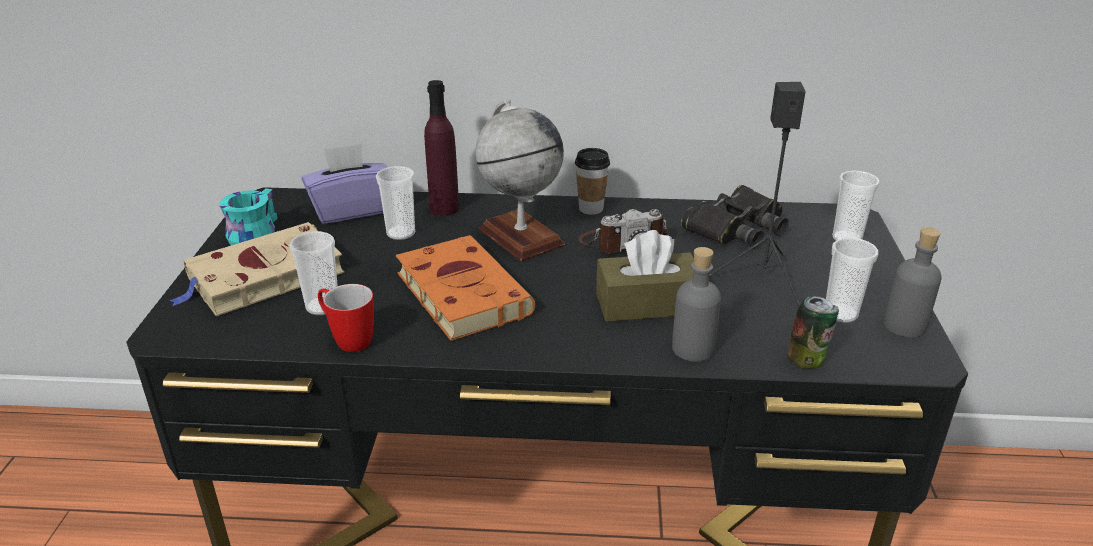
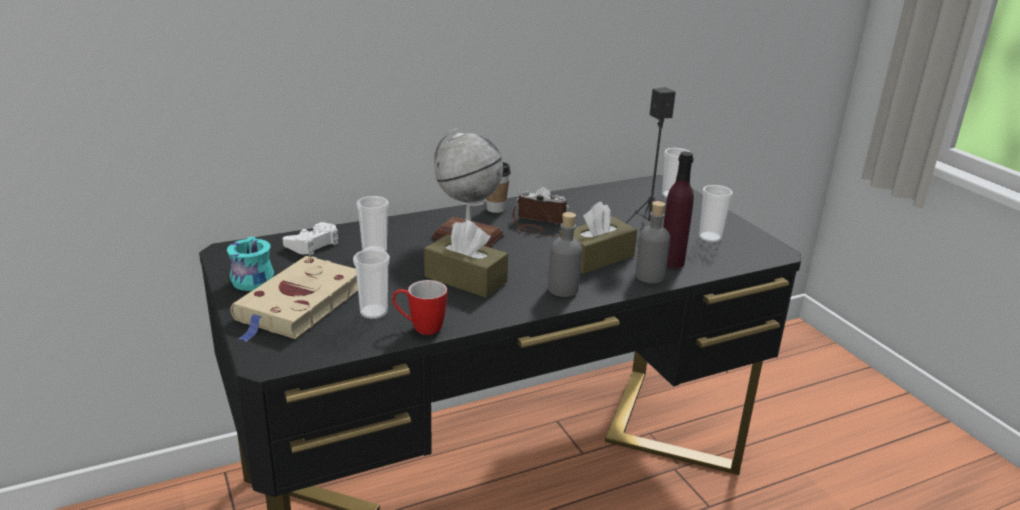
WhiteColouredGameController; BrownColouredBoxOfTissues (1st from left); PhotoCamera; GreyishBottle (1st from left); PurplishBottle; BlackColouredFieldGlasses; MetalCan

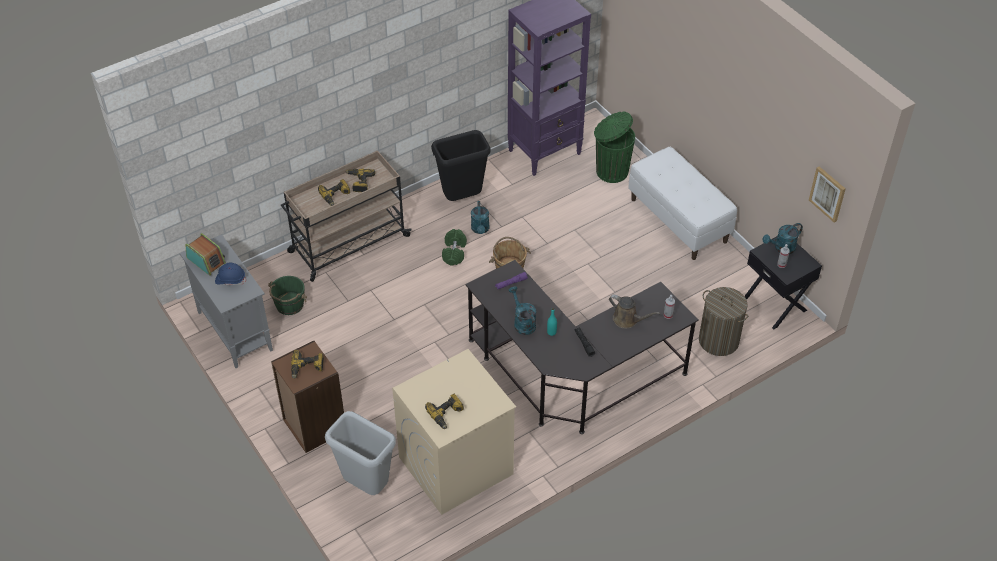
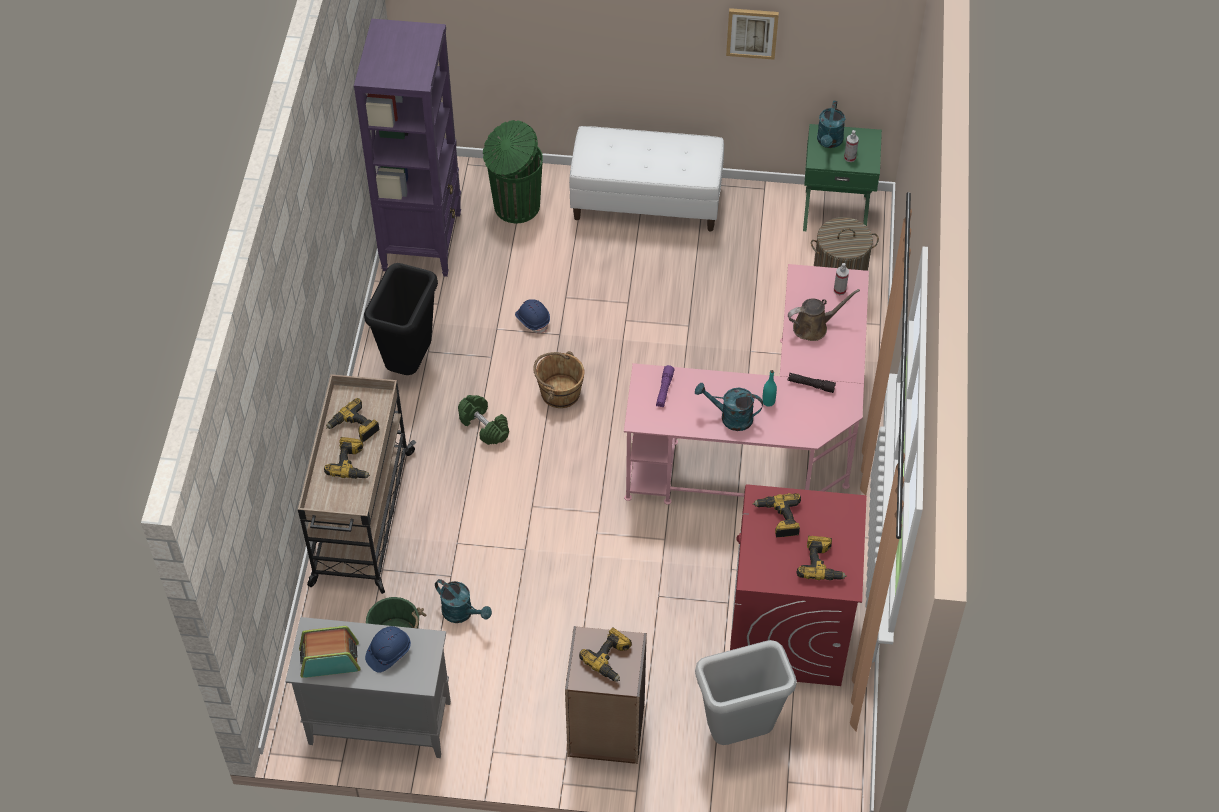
TurquoiseColouredSprinklingCan (1st from left); BluishSafetyHelmet (2nd from left); PinkDeskUnit; Picture; ReddishLaundryMachine; ElectricDrill (4th from left); GreenColouredBedsideTable

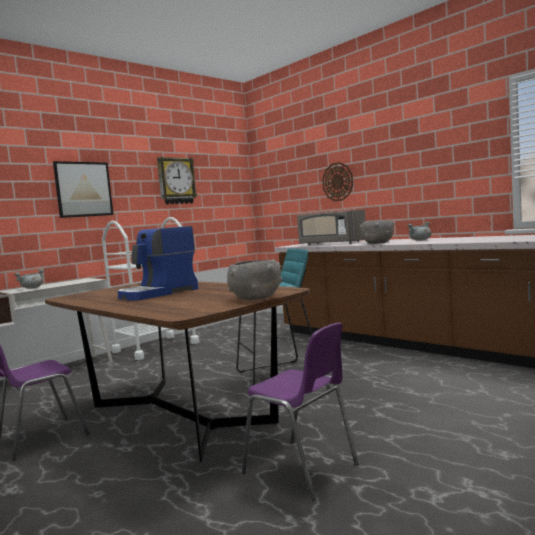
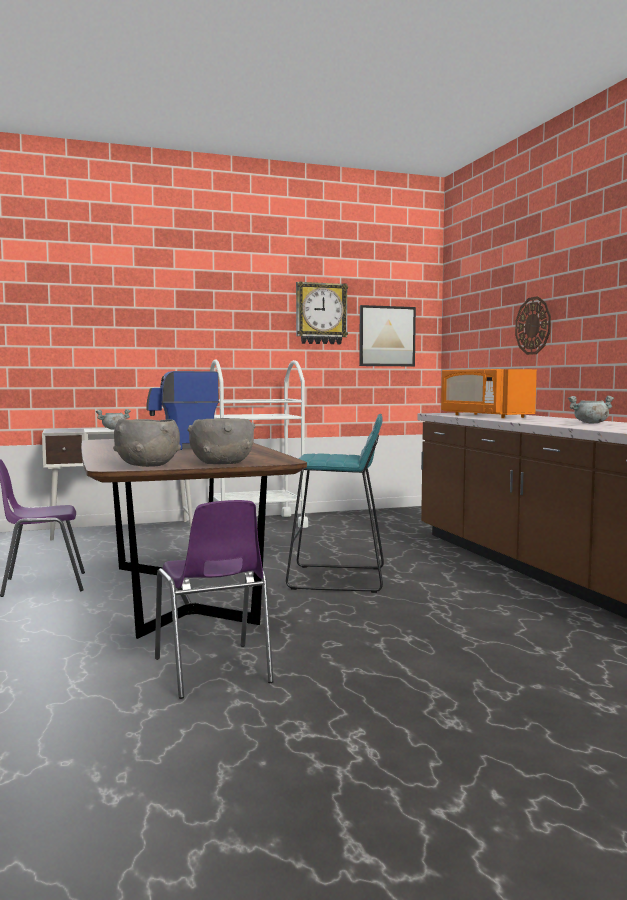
GreyishBowl (1st from left); Picture; OrangeMicrowaveOven

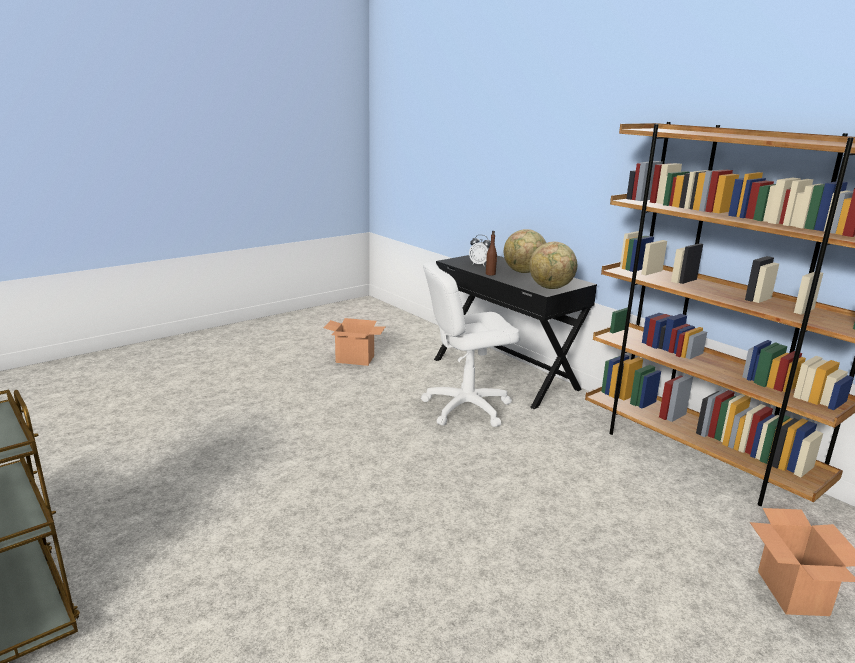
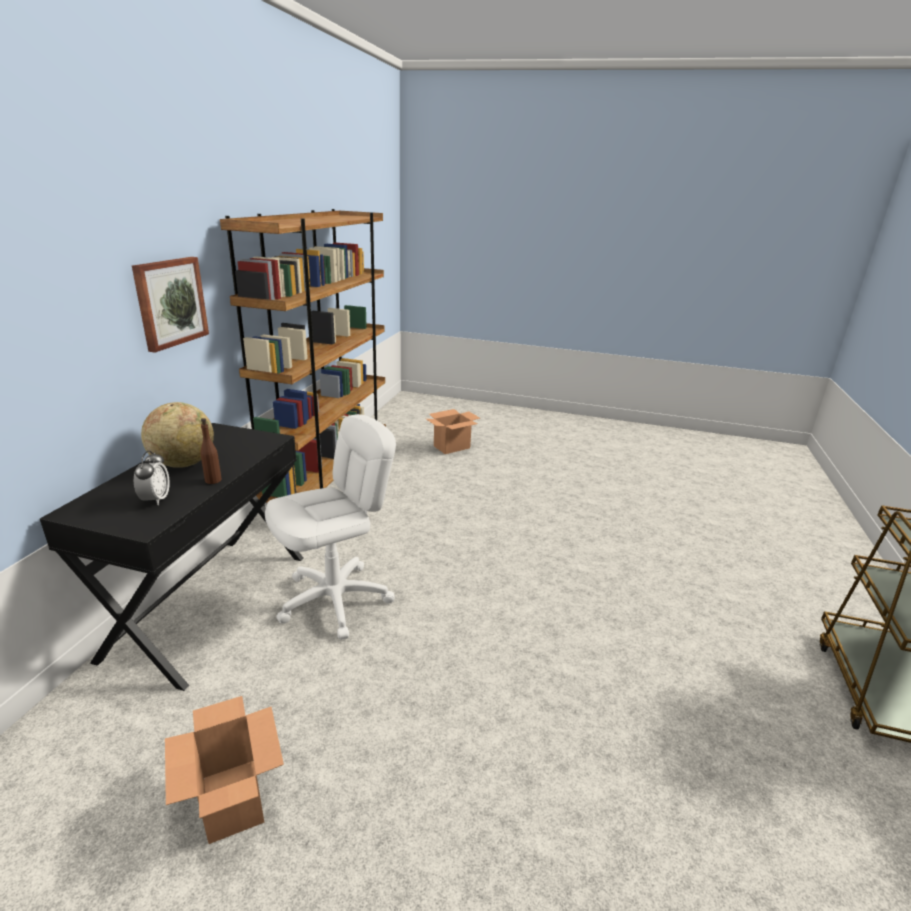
Picture; WhiteColouredOfficeChair; WorldGlobe (2nd from left in the first image)

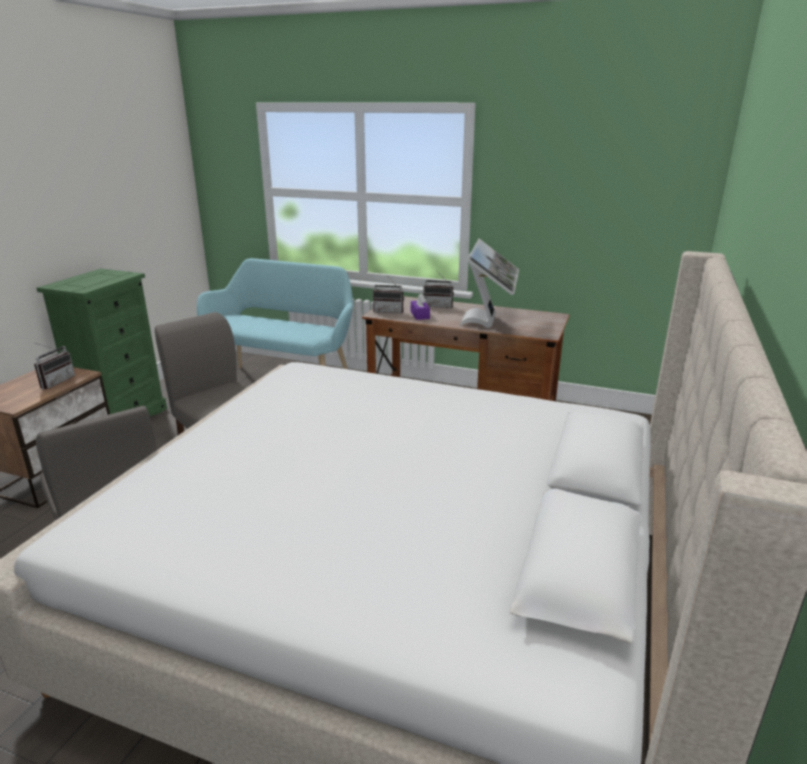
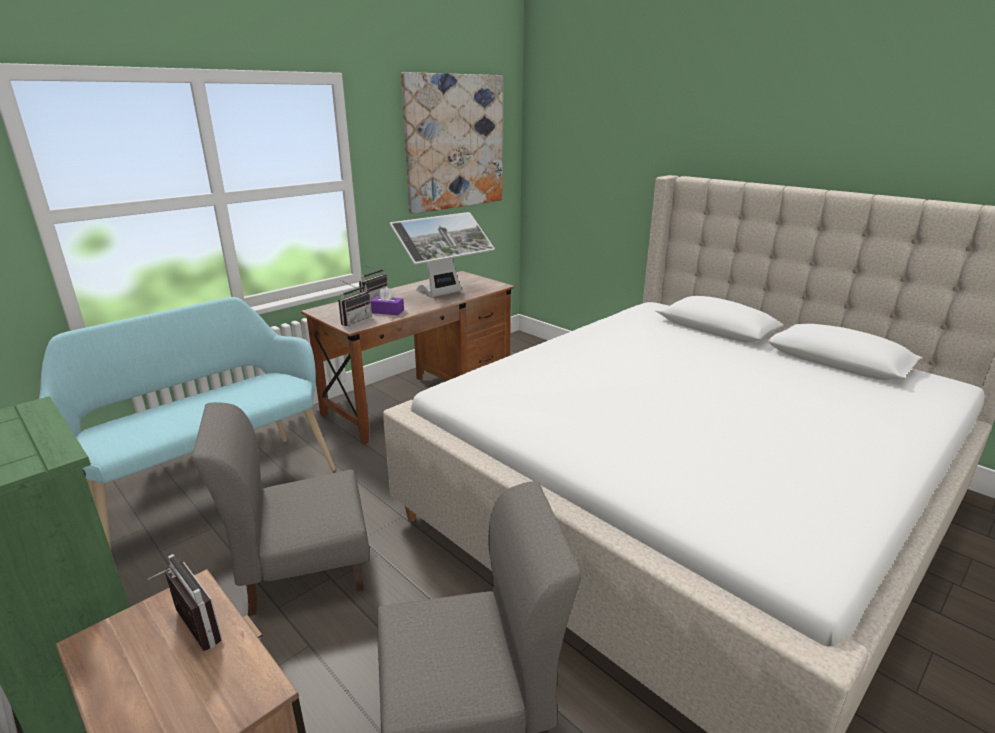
ComputerScreen; Picture

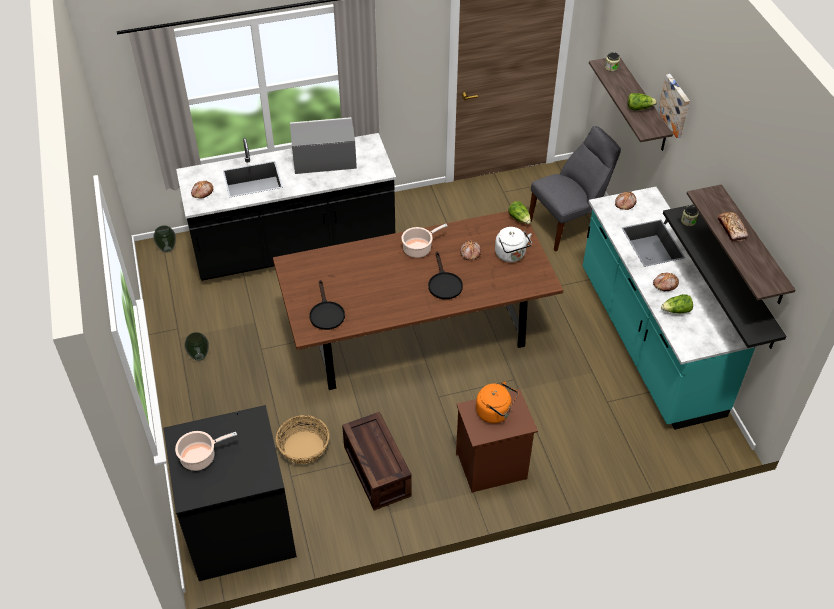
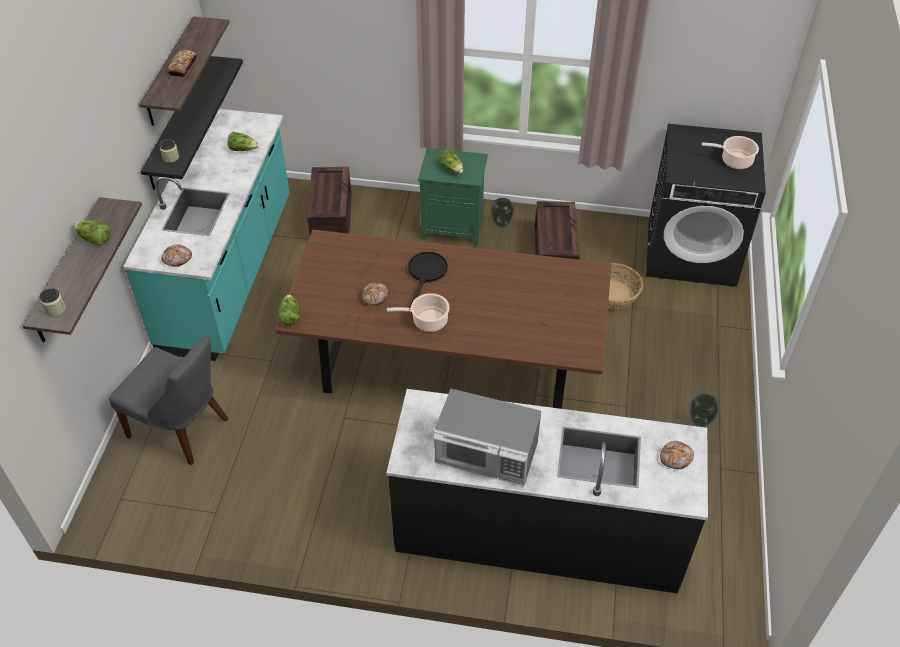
GreyishChair; ShippingCrate (1st from left); GreenColouredBedsideTable; HeadOfLettuce (4th from left); DecorativeVase (1st from left); BlackColouredFryingPan (1st from left in the first image); WhiteColouredWaterKettle; BakeryBread (4th from left in the first image); Picture

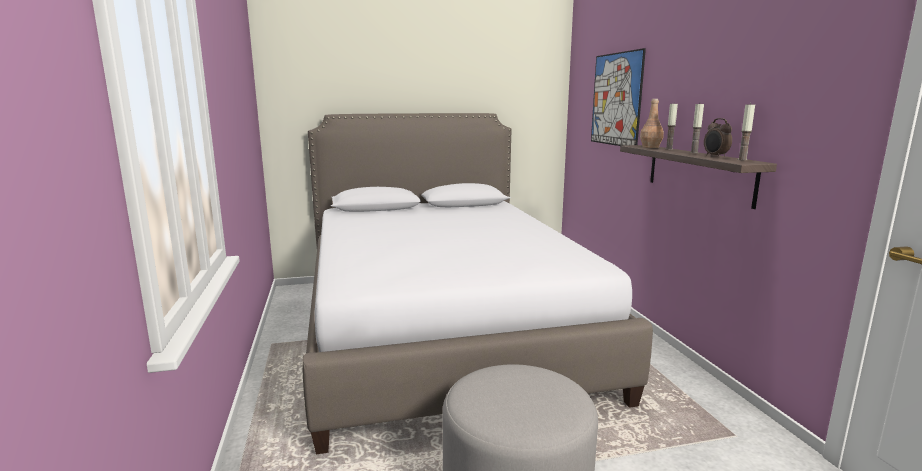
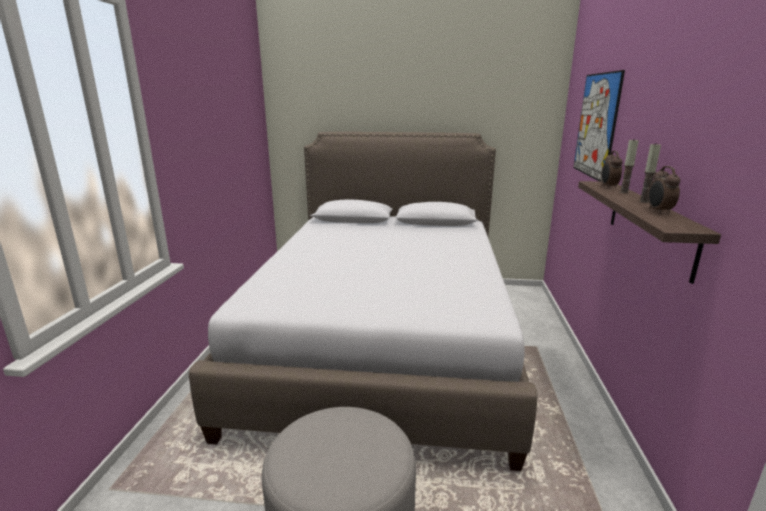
AlarmClock (1st from left); WaxLight (3rd from left in the first image)

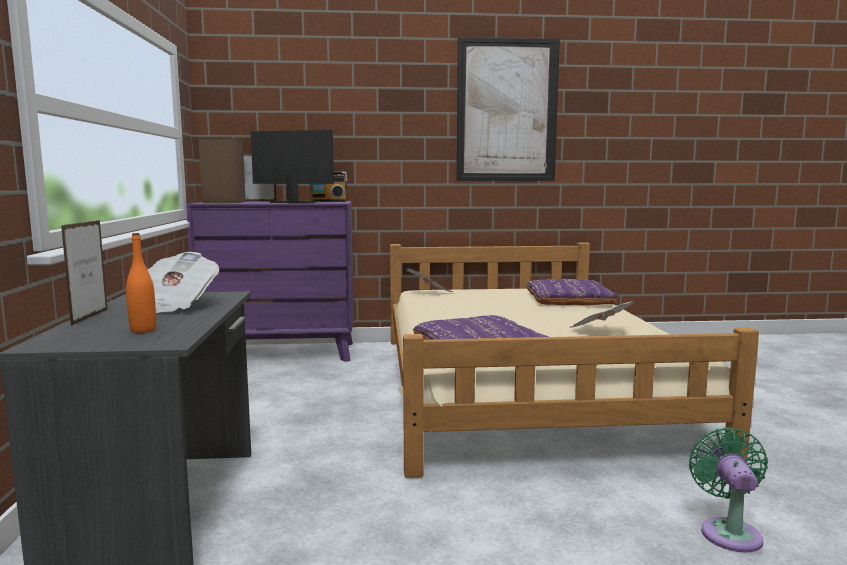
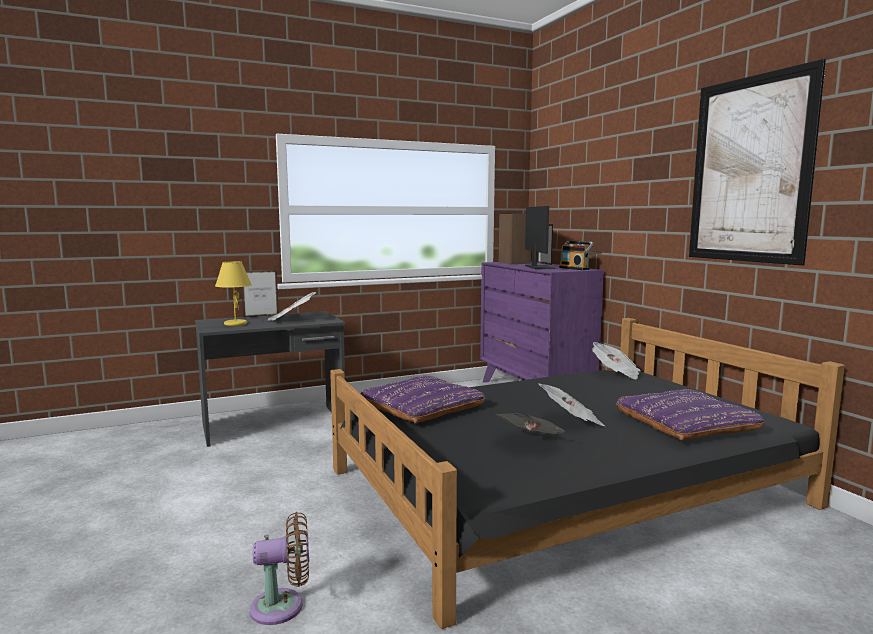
YellowishTableLamp; BrownColouredCoolingFan; BlackColouredSleepingBed; DailyPaper (3rd from left)

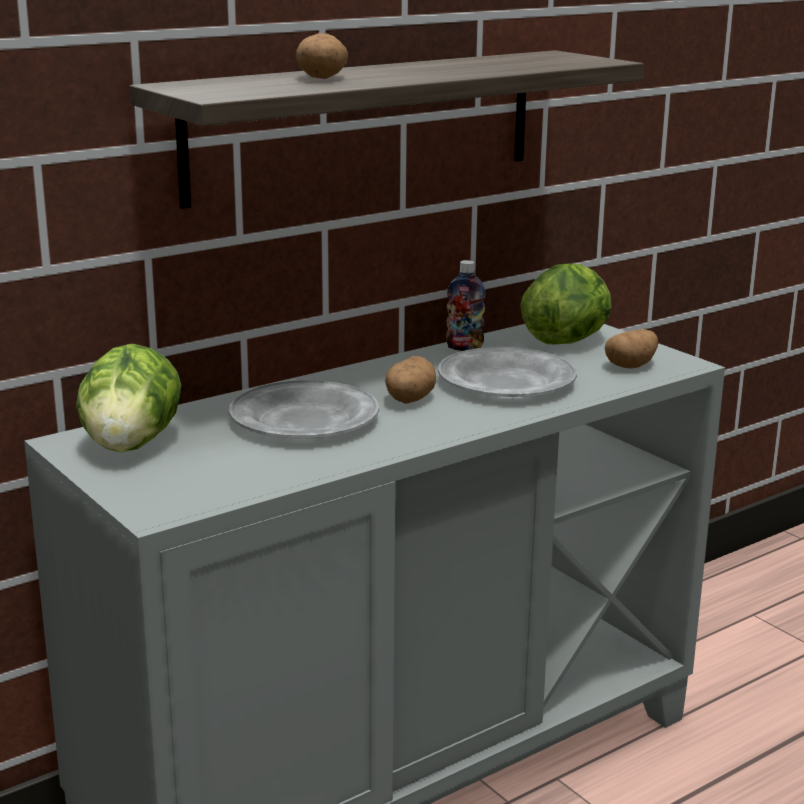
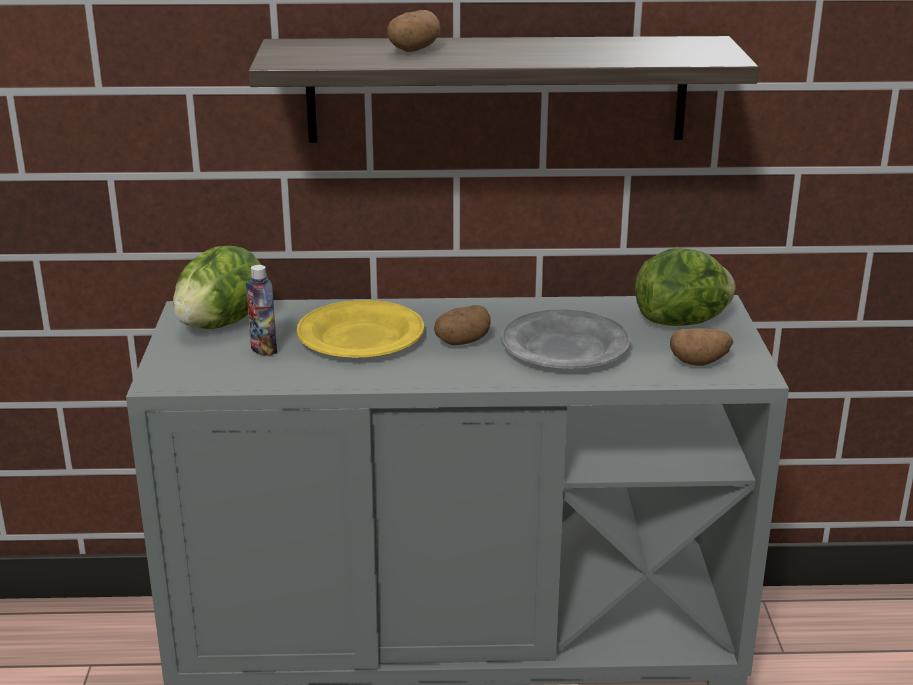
Bottle; YellowishPlate

